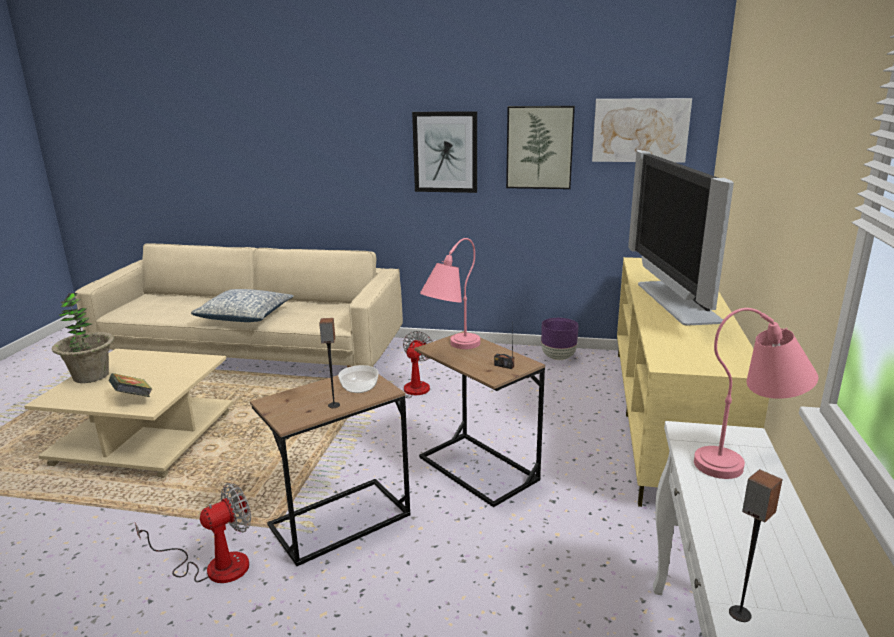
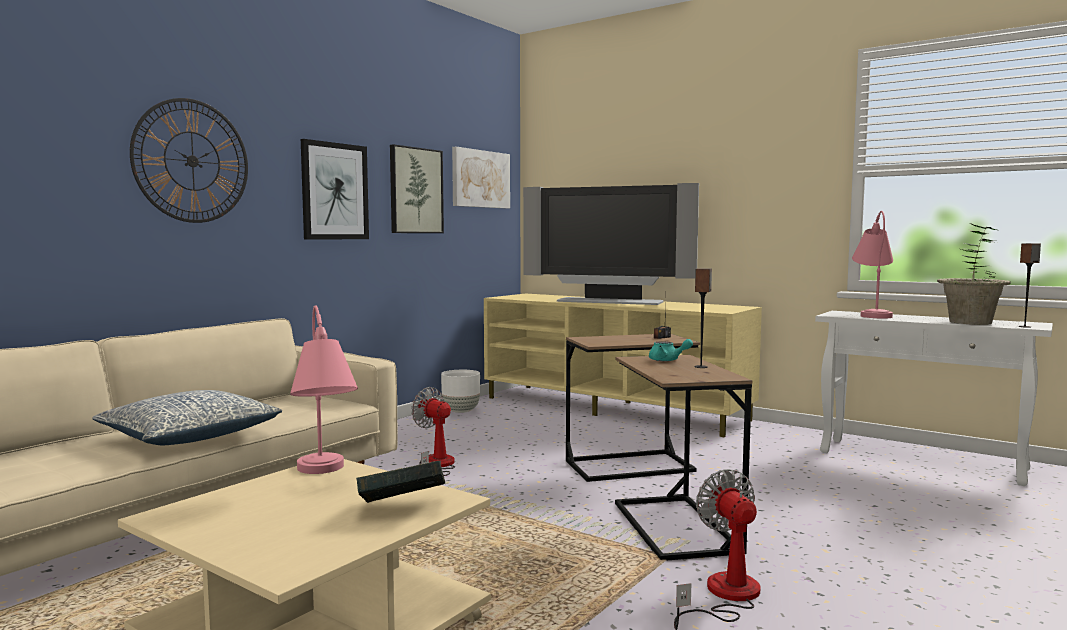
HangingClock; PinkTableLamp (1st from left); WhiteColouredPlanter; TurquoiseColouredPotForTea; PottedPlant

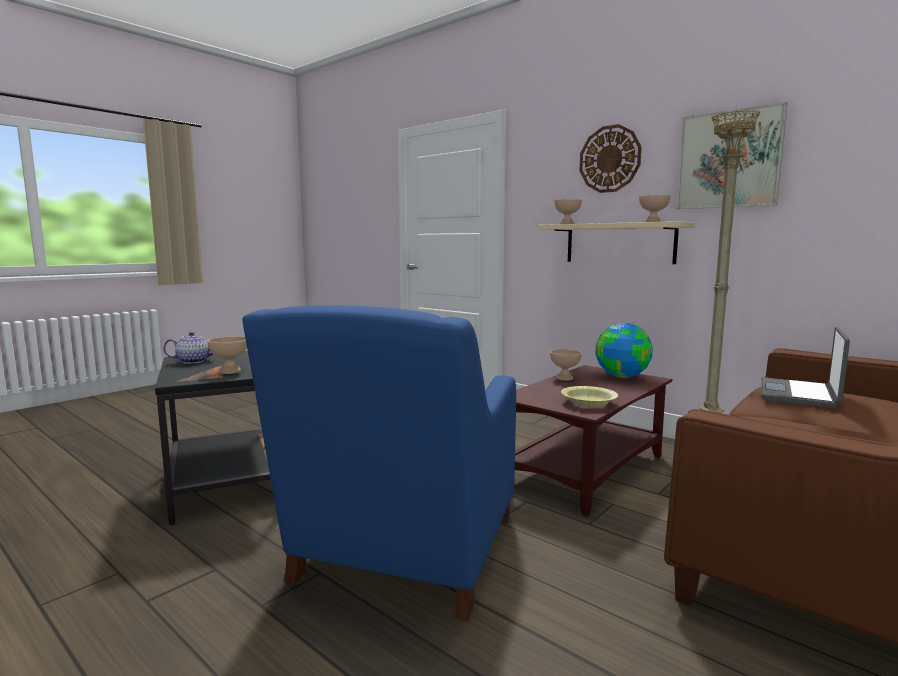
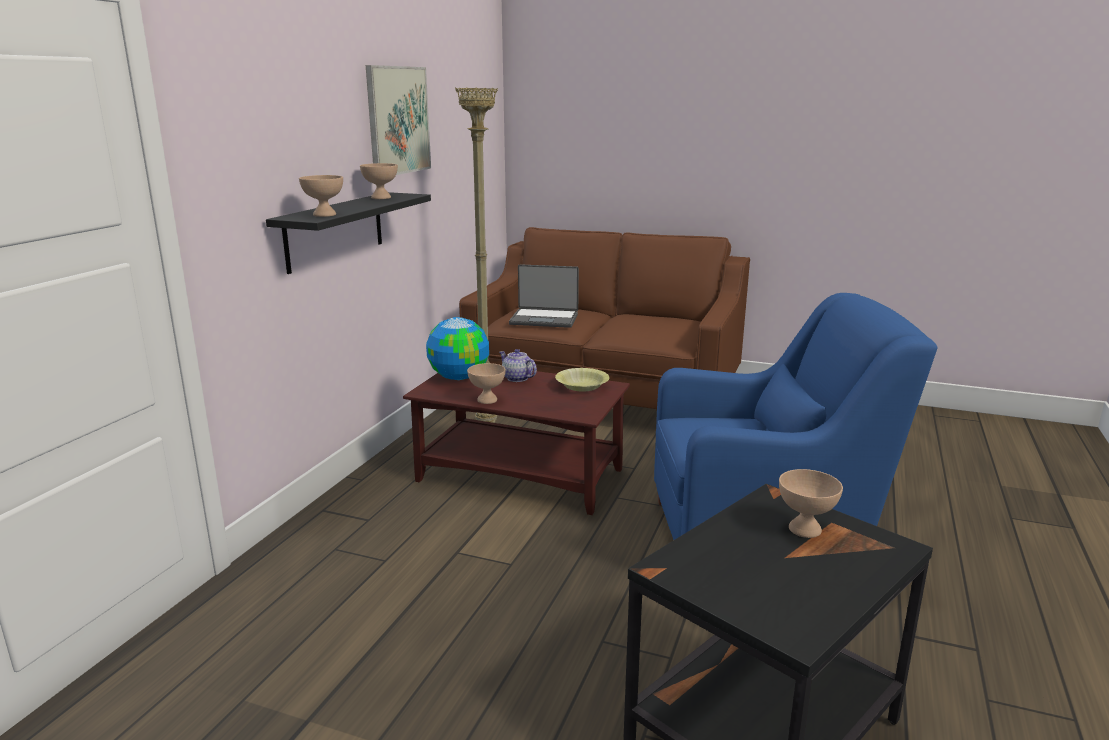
BlackColouredShelf; PotForTea; HangingClock

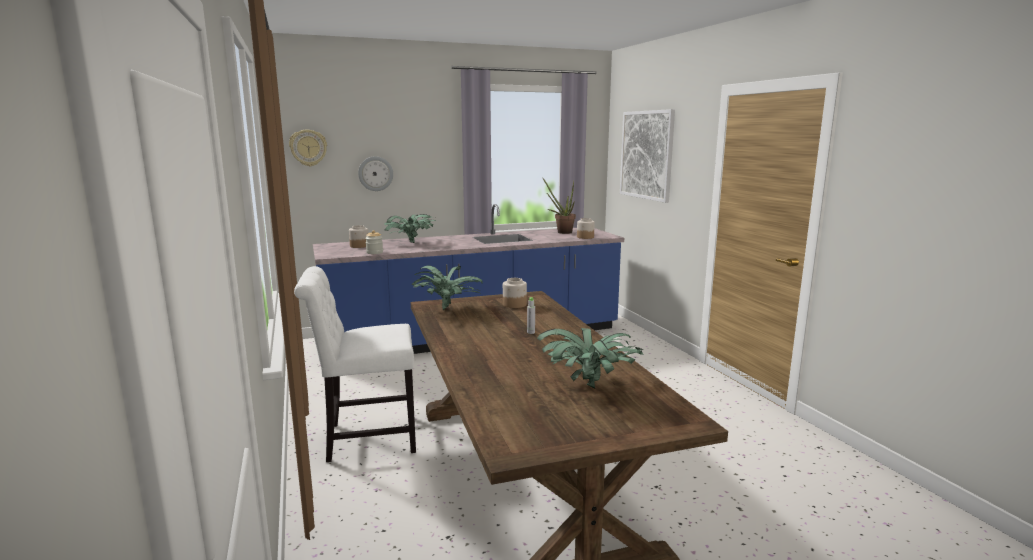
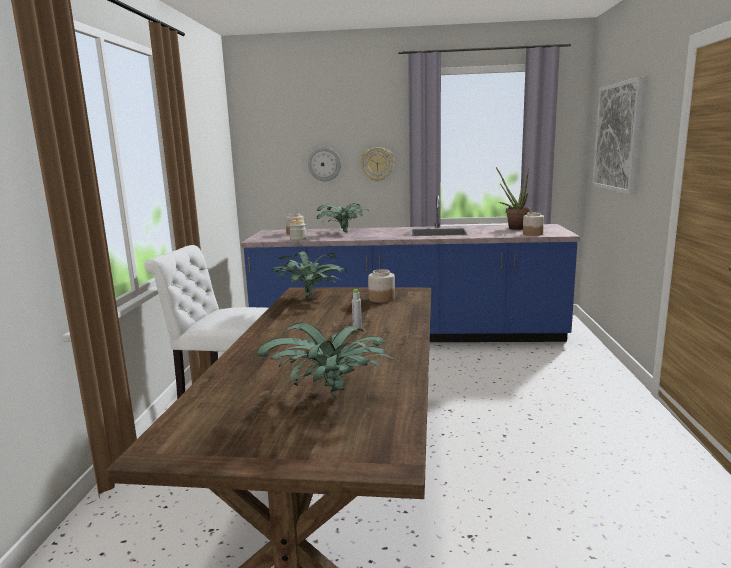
HangingClock (2nd from left)

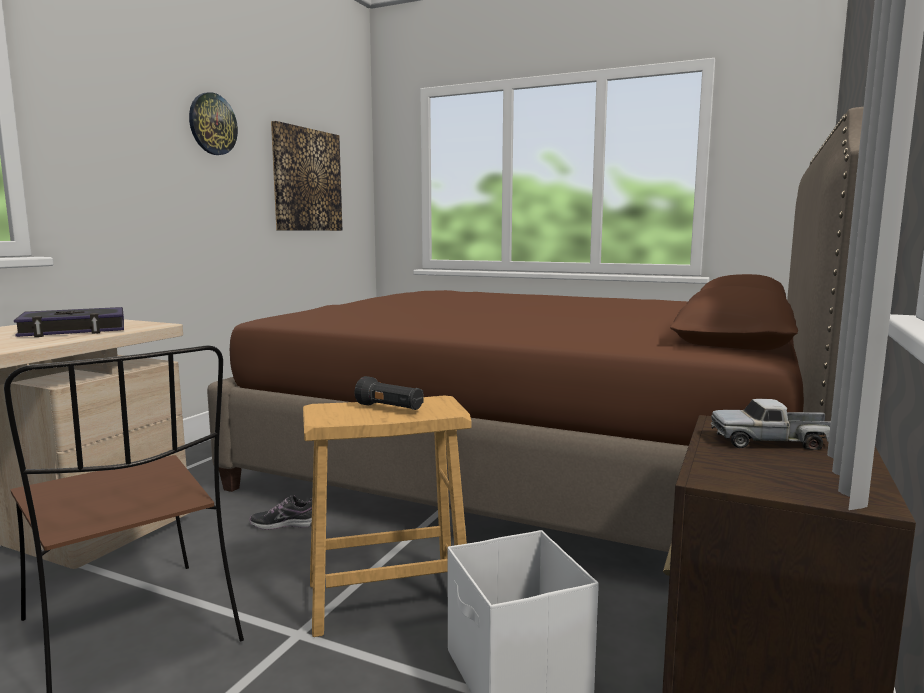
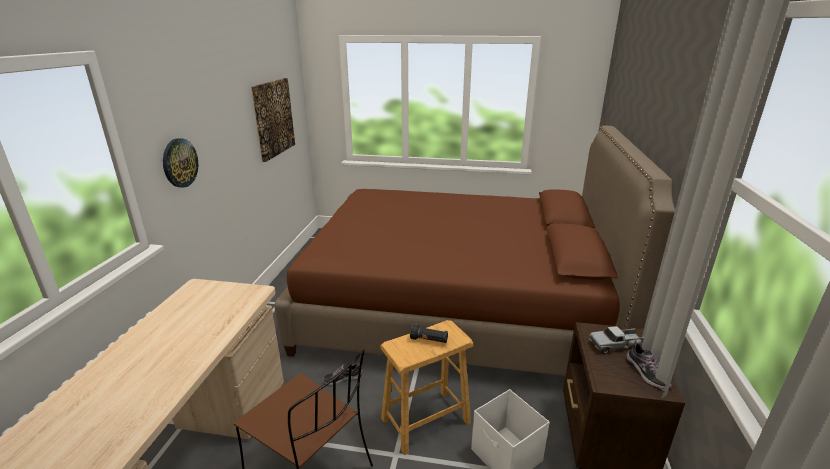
HangingClock; Shoe (2nd from left); Volume

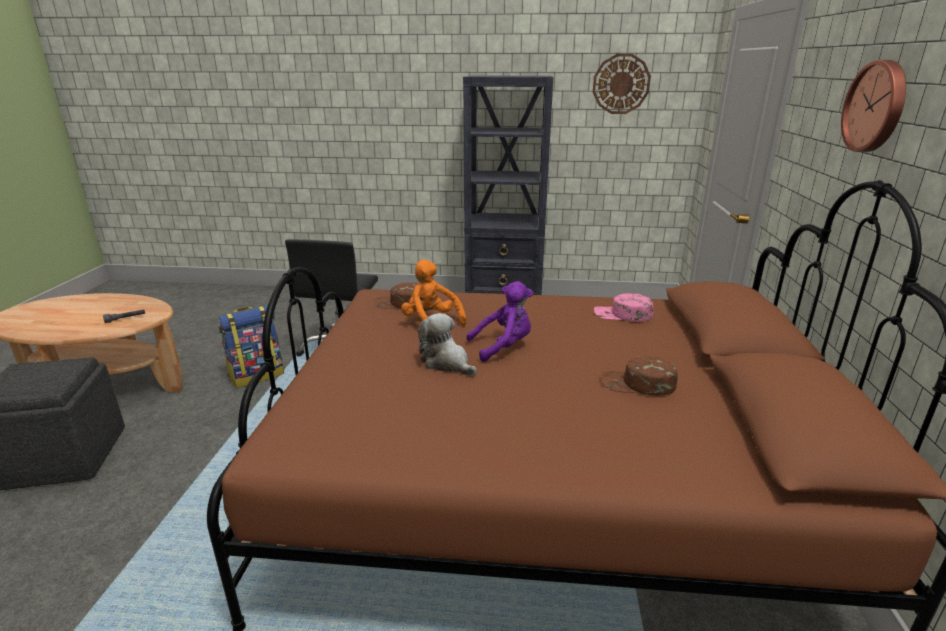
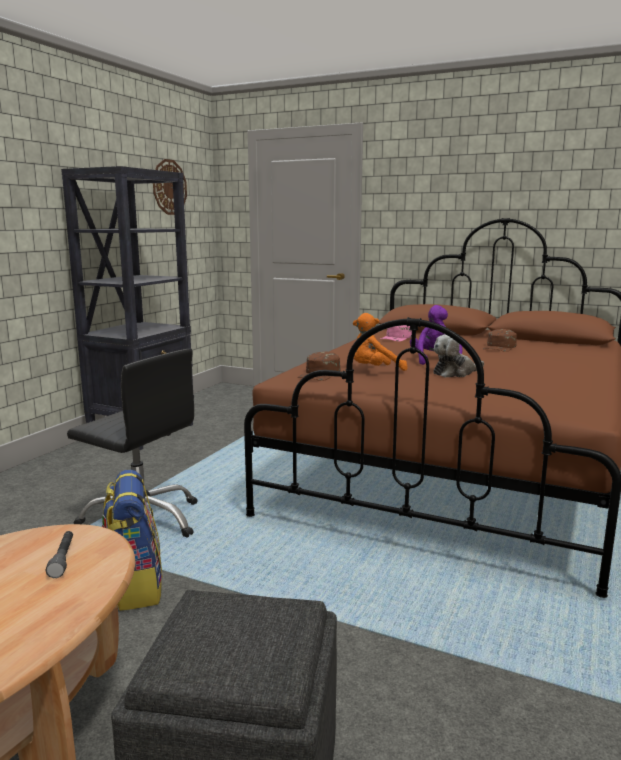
HangingClock (2nd from left in the first image)

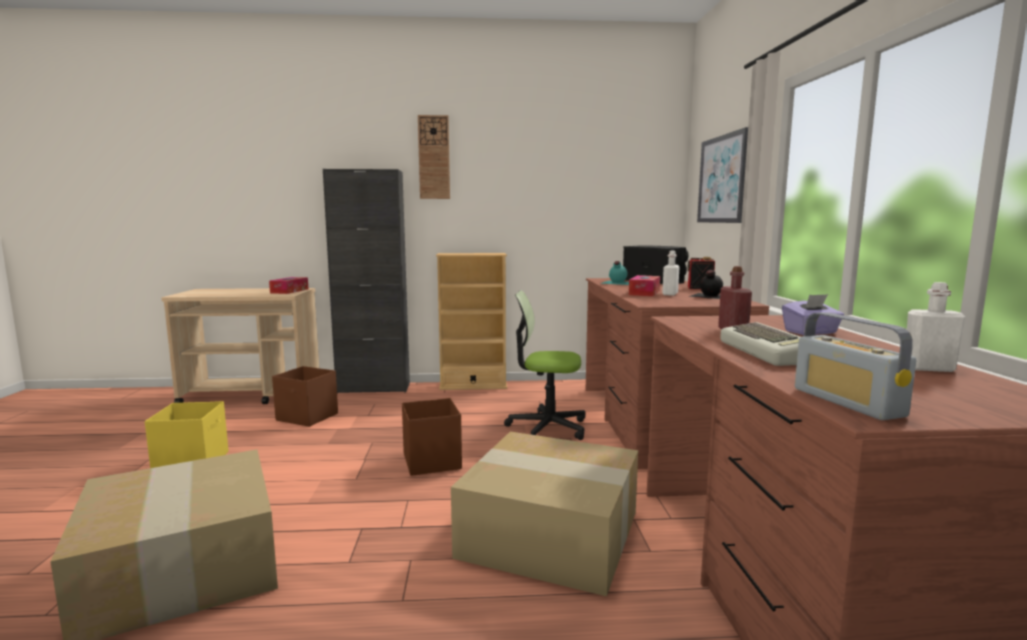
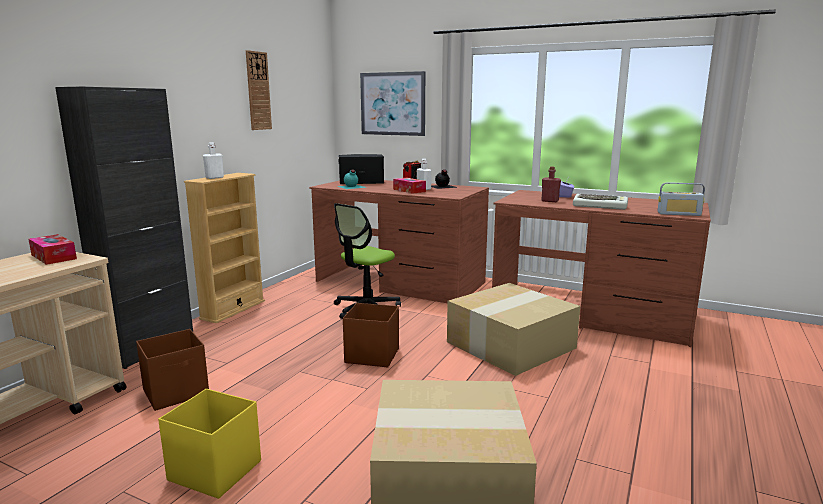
WhiteColouredBottle (1st from left); HangingClock

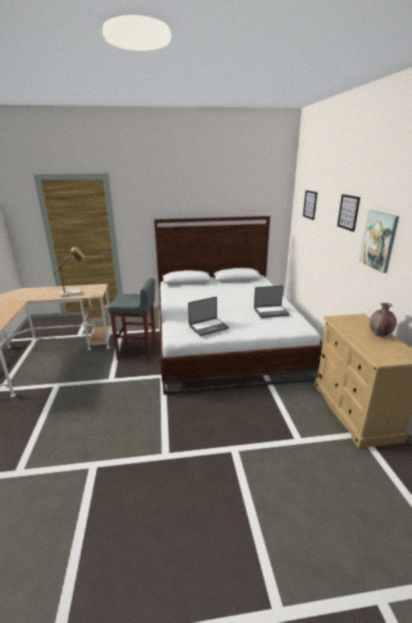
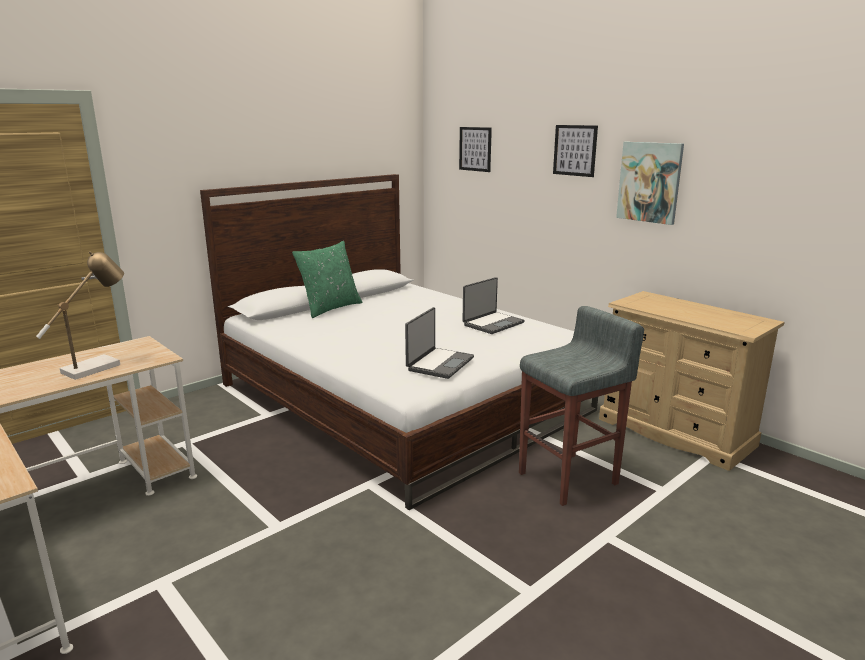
GreenColouredPillow; GreyishStool; BrownColouredDecorativeVase

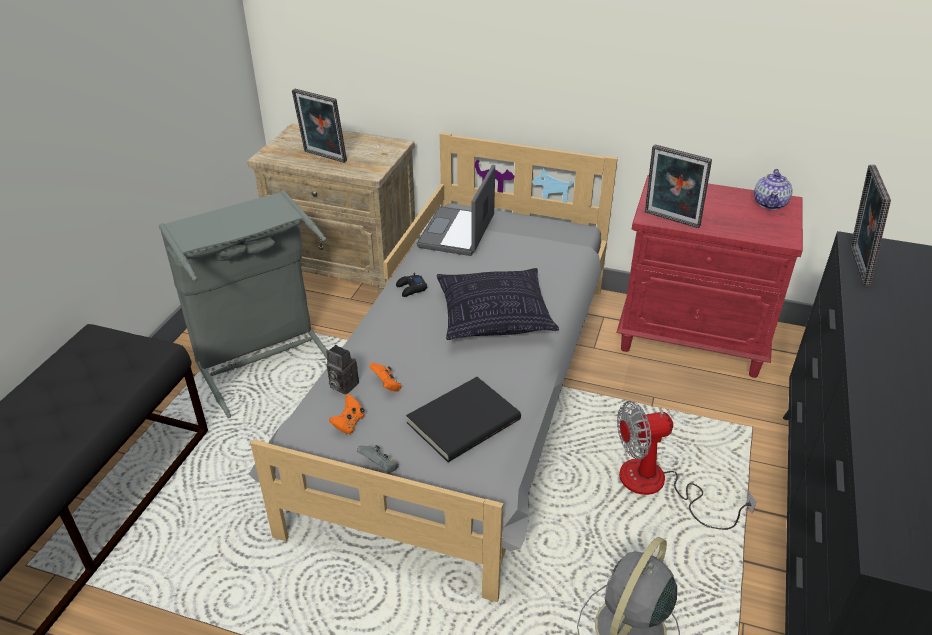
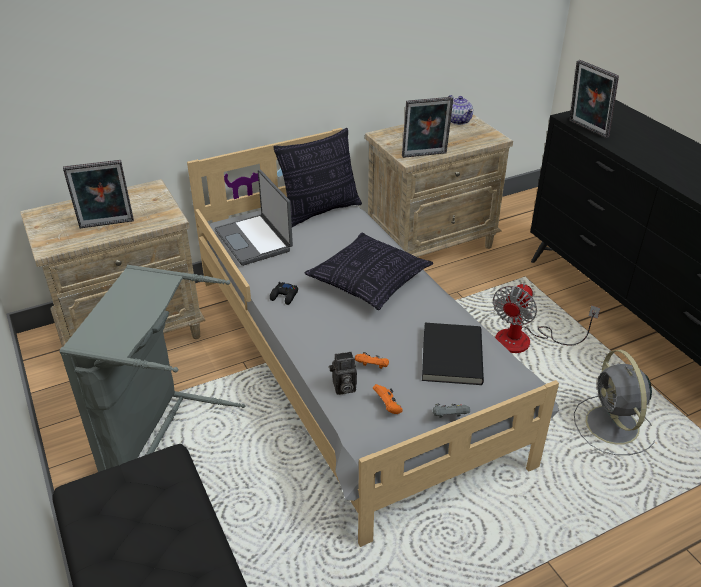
Pillow (1st from left); BeigeColouredBedsideTable (2nd from left)

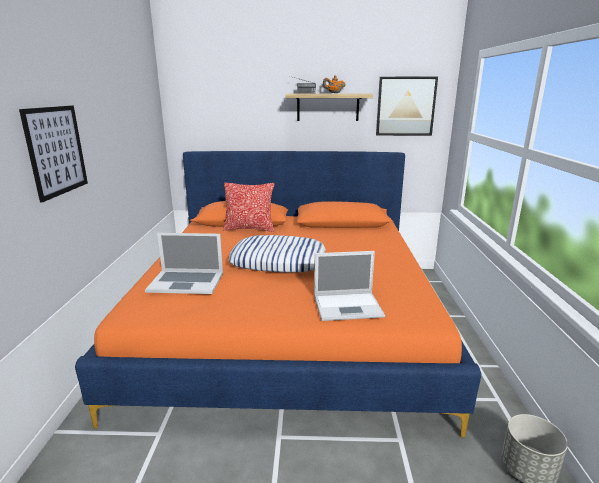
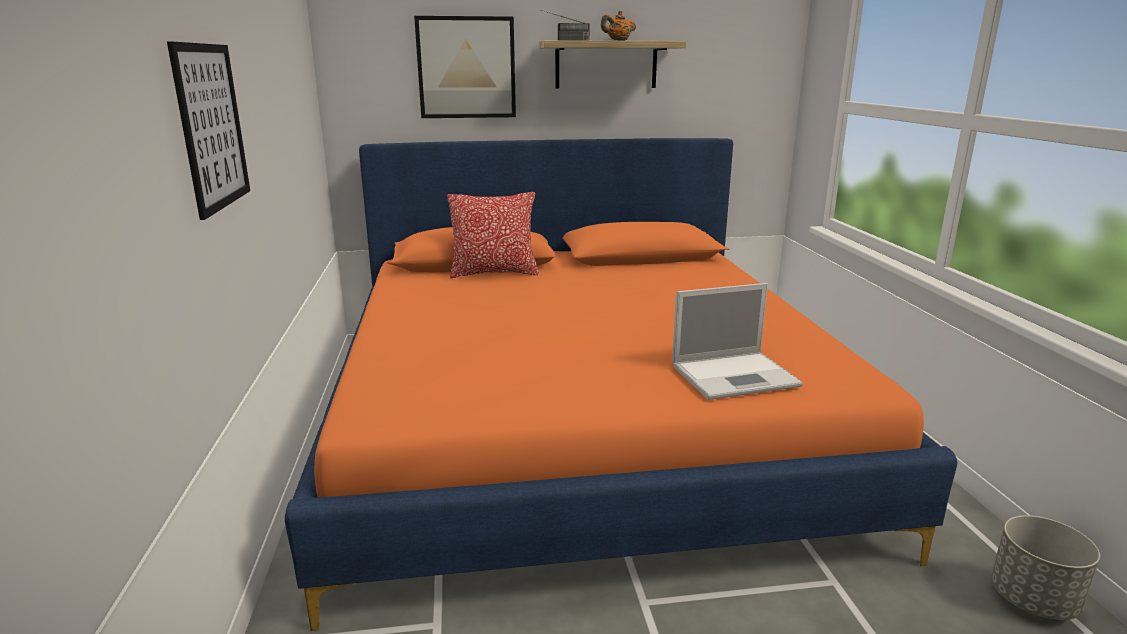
Picture (2nd from left); PortableComputer (1st from left in the first image); Pillow (2nd from left in the first image)

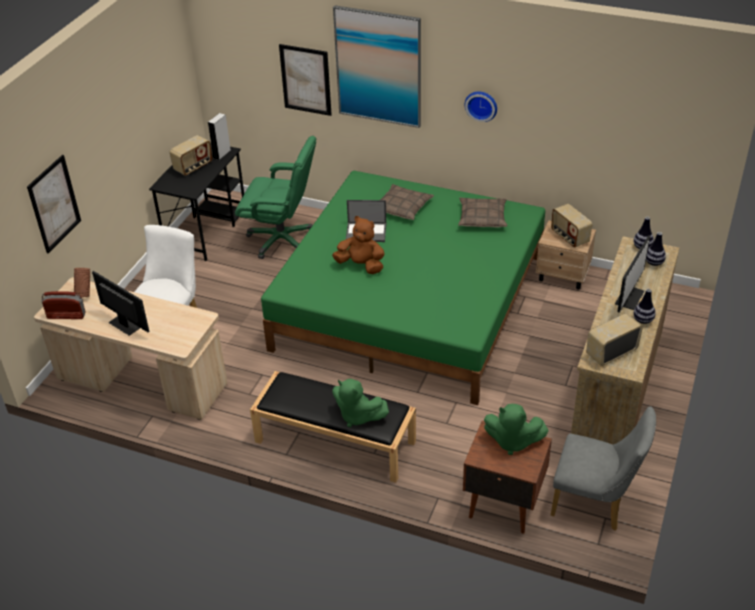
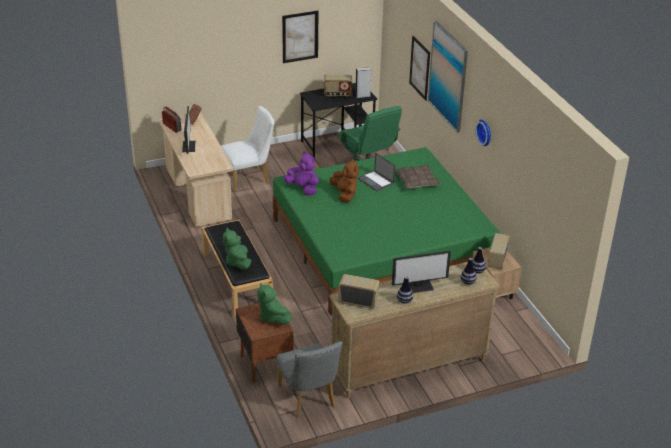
Picture (1st from left); PurplishSoftToy; Pillow (2nd from left in the first image)

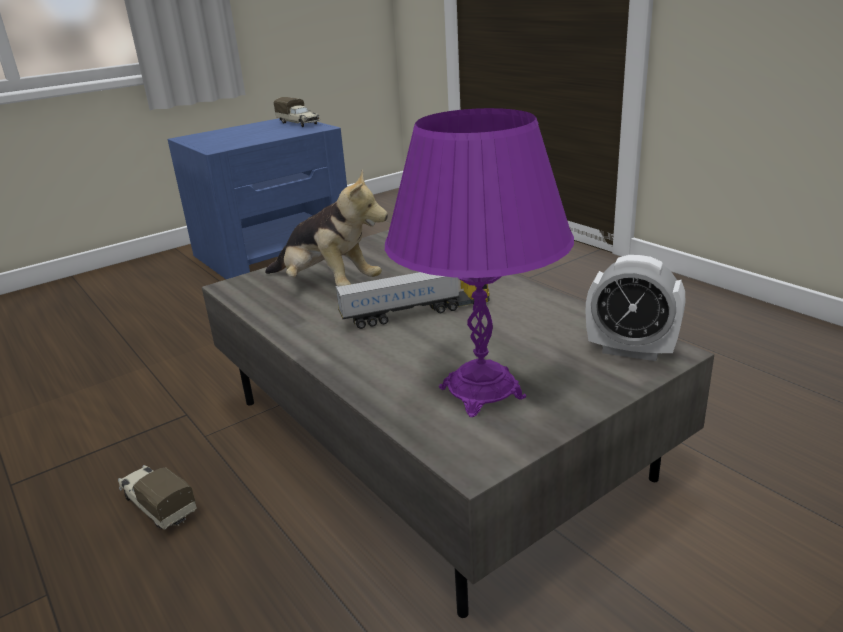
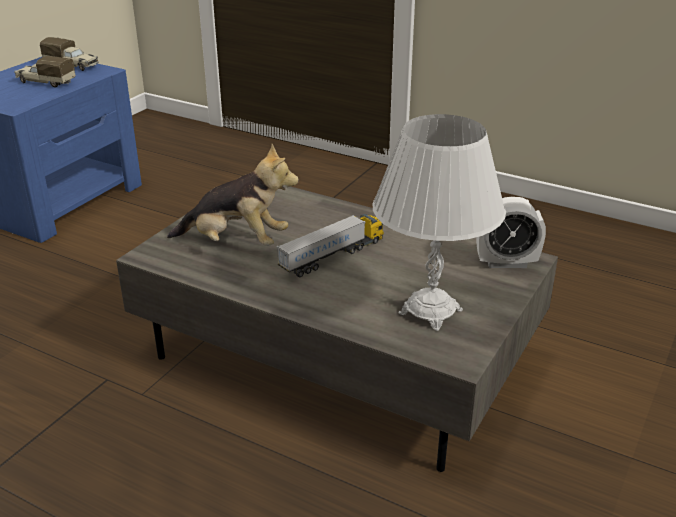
ToyLorry (1st from left); WhiteColouredTableLamp

